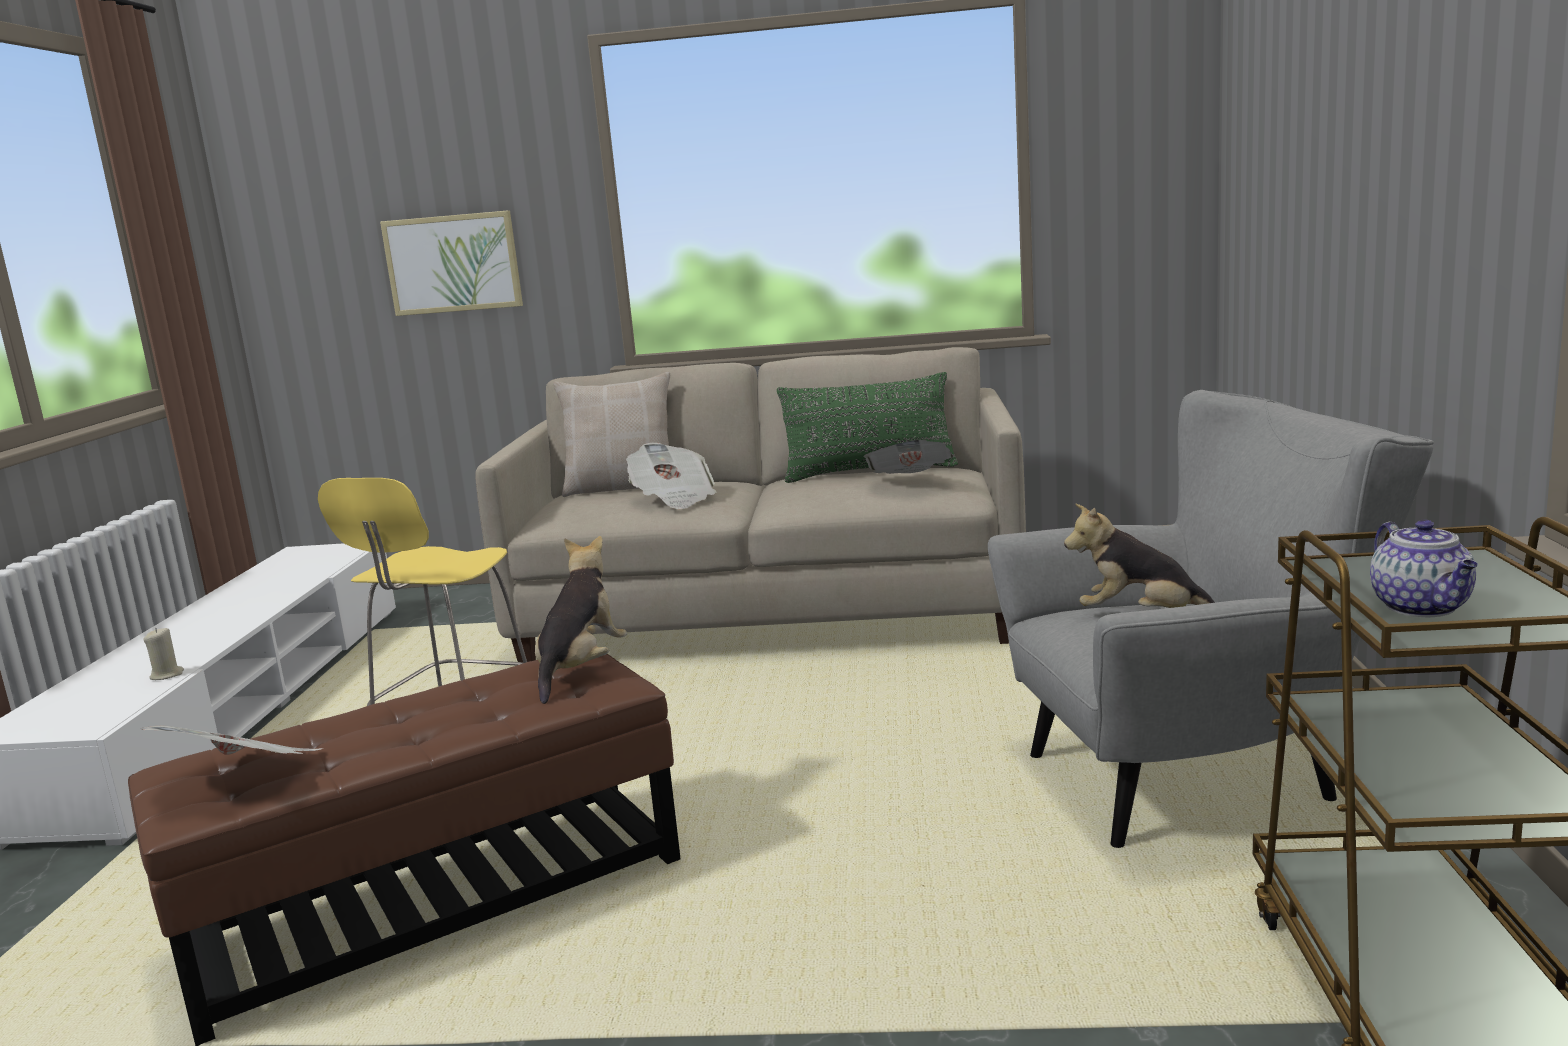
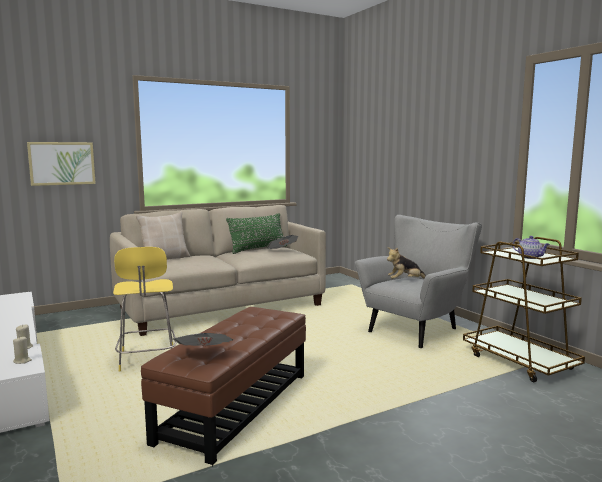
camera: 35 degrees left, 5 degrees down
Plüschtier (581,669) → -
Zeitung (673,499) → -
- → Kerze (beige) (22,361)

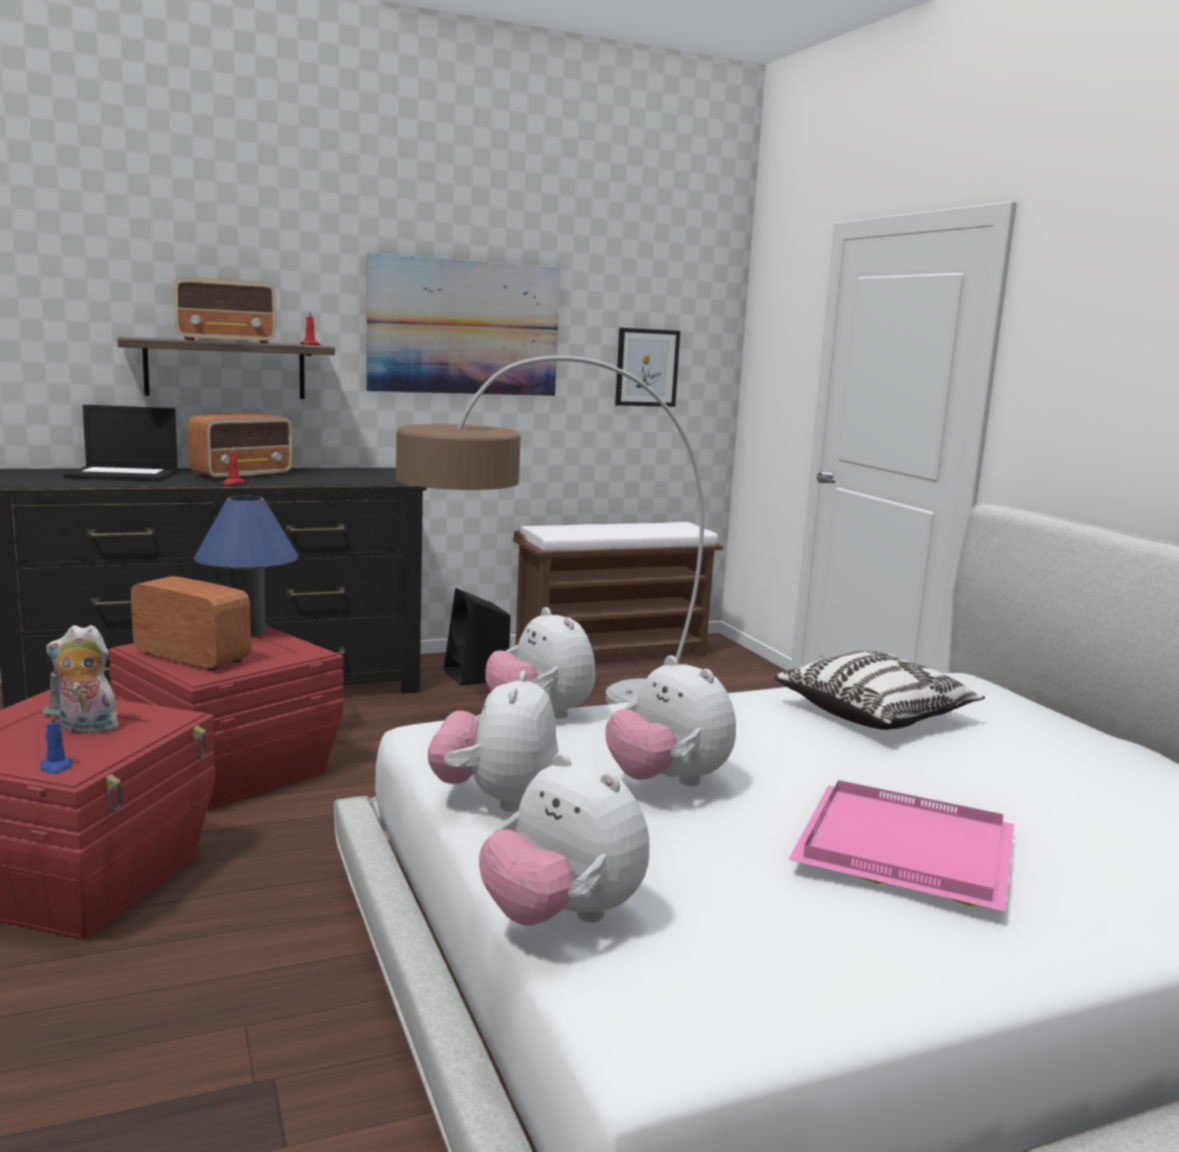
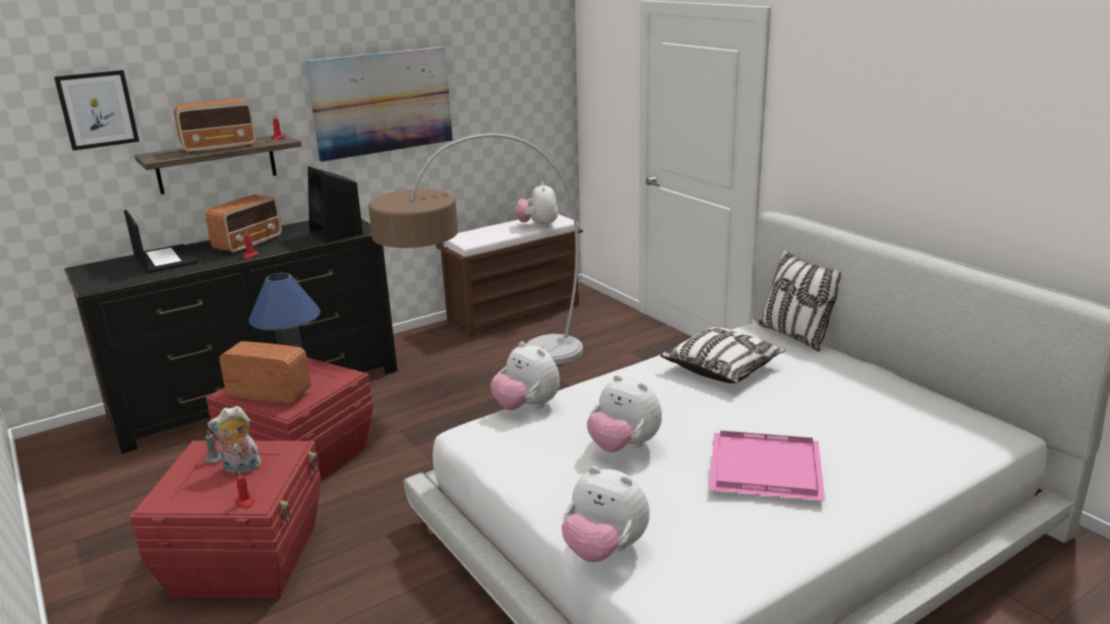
camera: 10 degrees left, 10 degrees up
Kerze (blau) (56,767) → Kerze (rot) (245,502)
Laptop (124,475) → Laptop (164,259), 105 degrees counterclockwise
Plüschtier (496,799) → Plüschtier (538,226), relocated
Lautsprecher (schwarz) (477,675) → Lautsprecher (schwarz) (337,234), relocated
Bild (647,367) → Bild (97,109), relocated
- → Kissen (794,336)

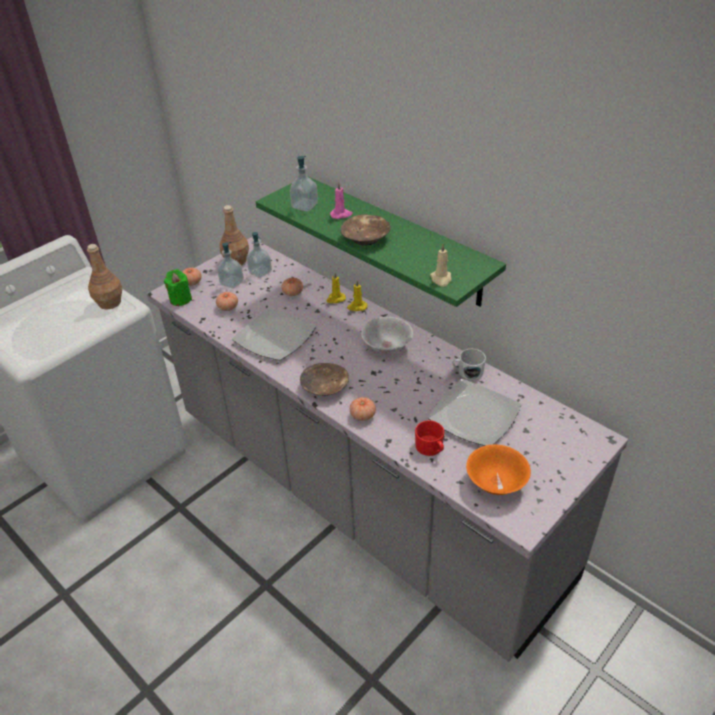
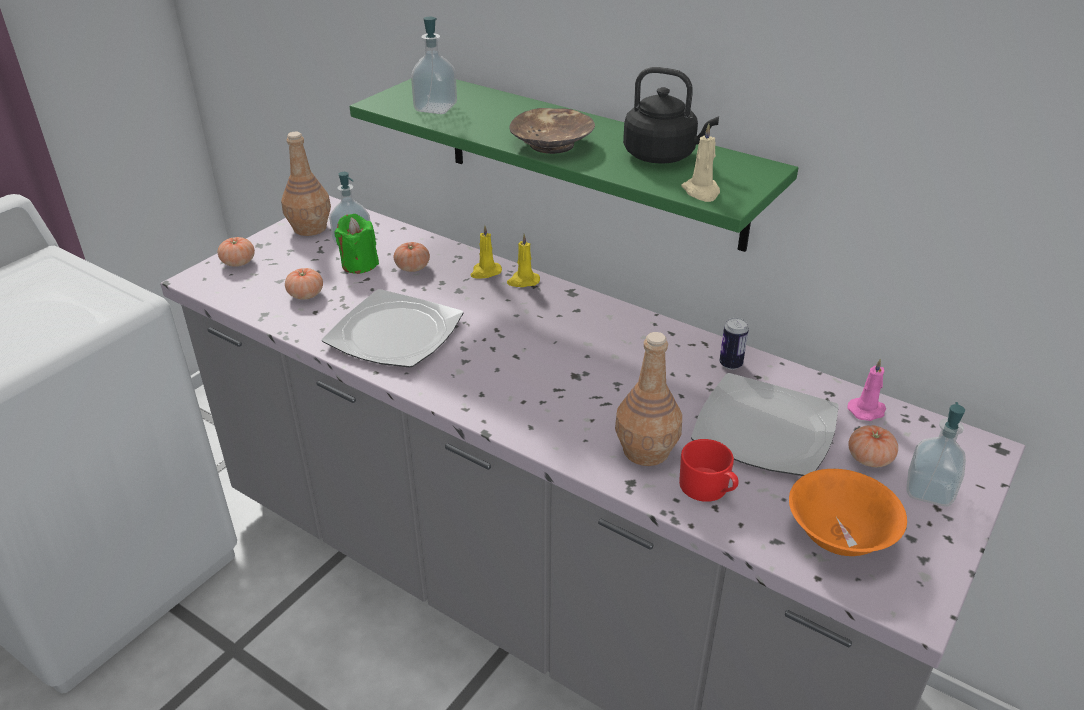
camera: 10 degrees left, 5 degrees down
Flasche (braun) (110,302) → Flasche (braun) (646,450), relocated
Kerze (grün) (180,299) → Kerze (grün) (359,264), relocated
Seifenspender (232,283) → Seifenspender (929,491), relocated
Schüssel (braun) (325,387) → -
Kerze (rosa) (341,215) → Kerze (rosa) (867,410), relocated
Tomate (362,415) → Tomate (869,458), relocated
Schüssel (weiß) (387,347) → -
Henkelbecher (weiß) (467,372) → Dose (730,364)
- → Wasserkessel (schwarz) (663,156)

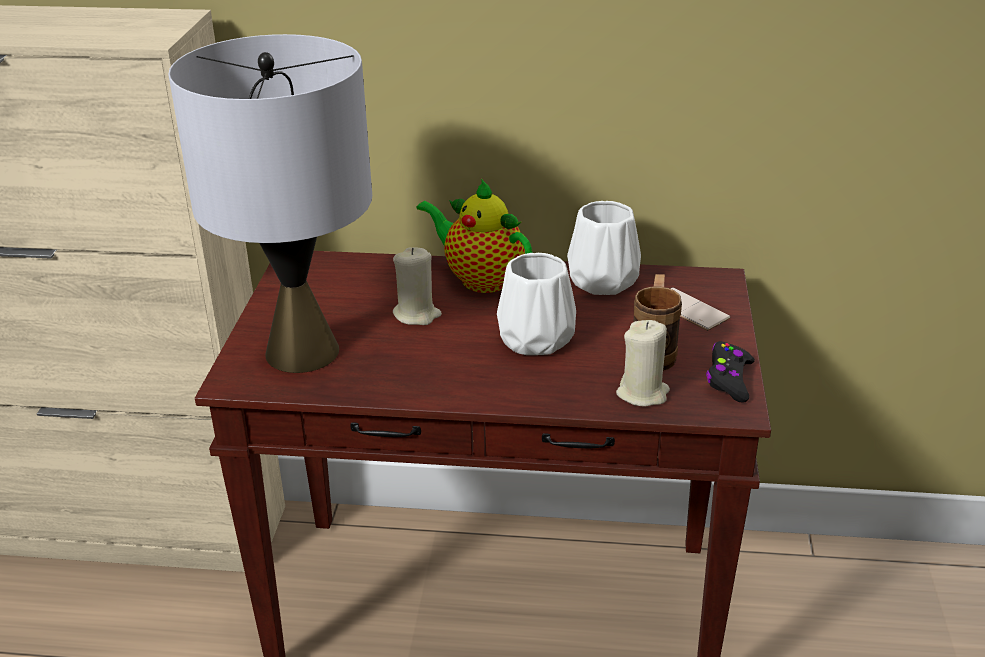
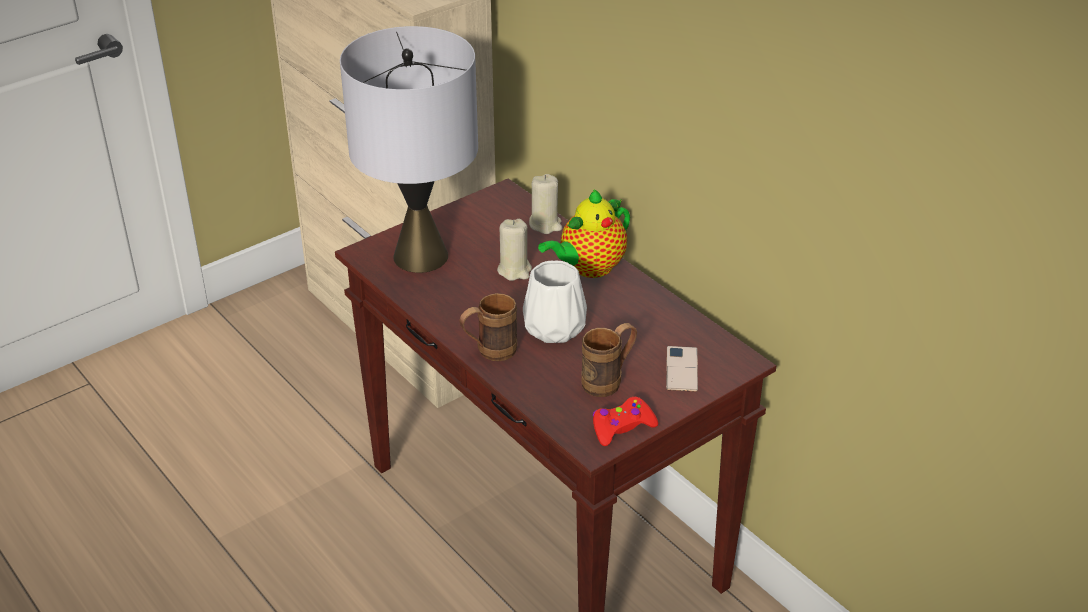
camera: 45 degrees right, 5 degrees up
Teekanne (480,279) → Teekanne (589,268), 120 degrees counterclockwise
Vase (weiß) (601,281) → -
Kerze (beige) (643,393) → Kerze (beige) (545,224), relocated
Gamepad (schwarz) (729,379) → Gamepad (rot) (622,427)
- → Henkelbecher (braun) (489,352)

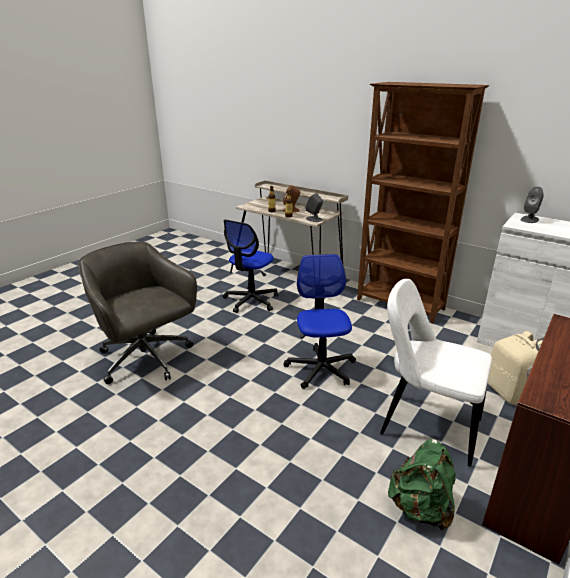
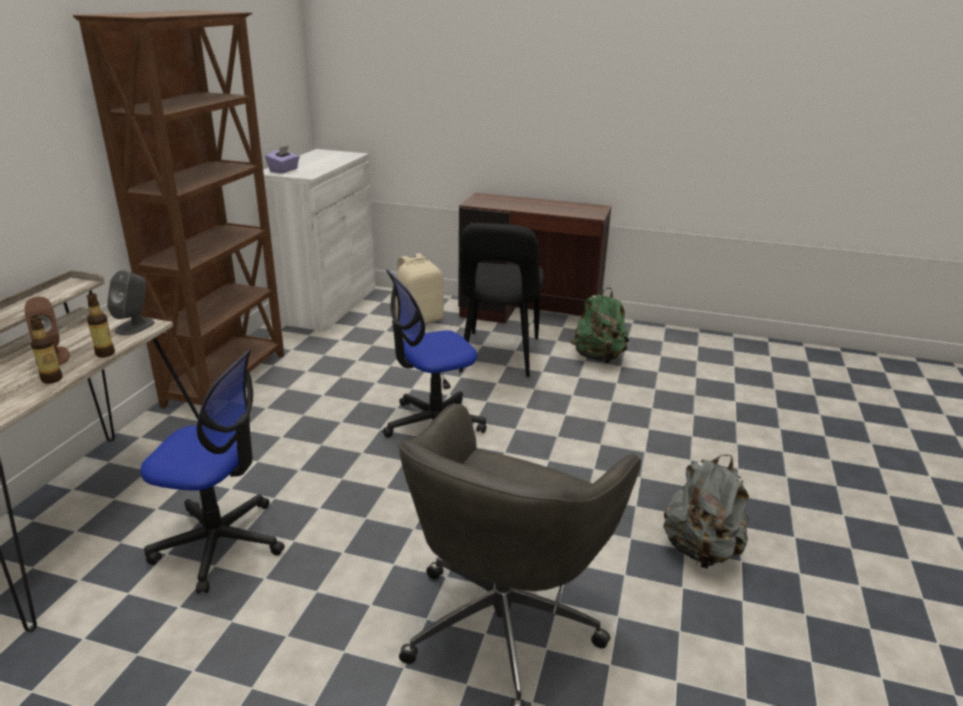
camera: 110 degrees left, 0 degrees up
Stuhl (weiß) (425,426) → Stuhl (schwarz) (498,357)
Lautsprecher (grau) (529,219) → Taschentuchbox (lila) (284,170)
- → Rucksack (grau) (701,550)

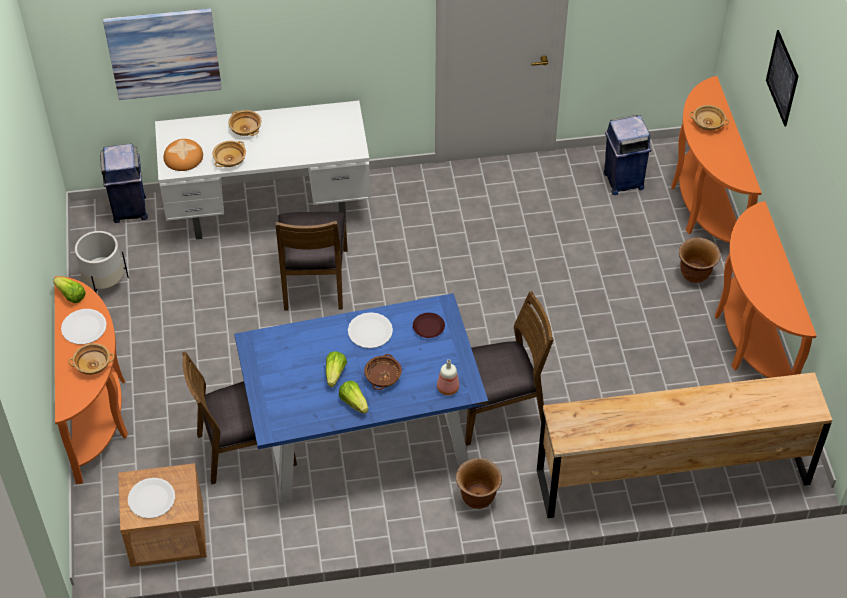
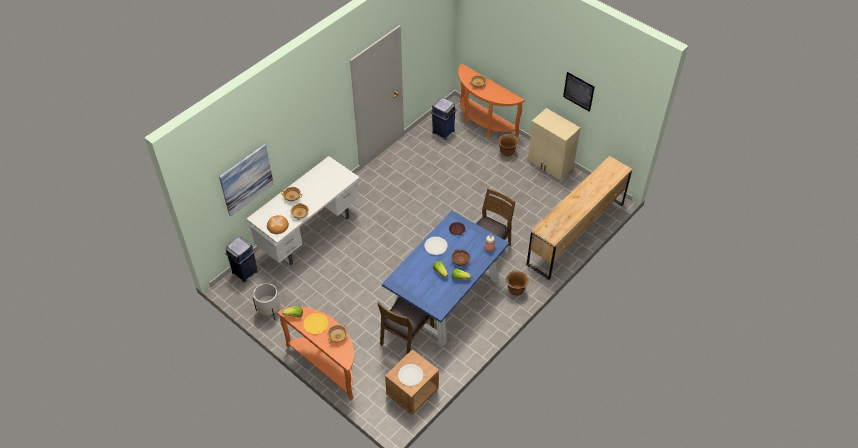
camera: 40 degrees left, 0 degrees up
Teller (weiß) (84,327) → Teller (gelb) (316,324)
Stuhl (braun) (314,279) → -
Konsolentisch (orange) (748,338) → Schrank (beige) (550,164)
Bild (782,78) → Bild (578,91), relocated

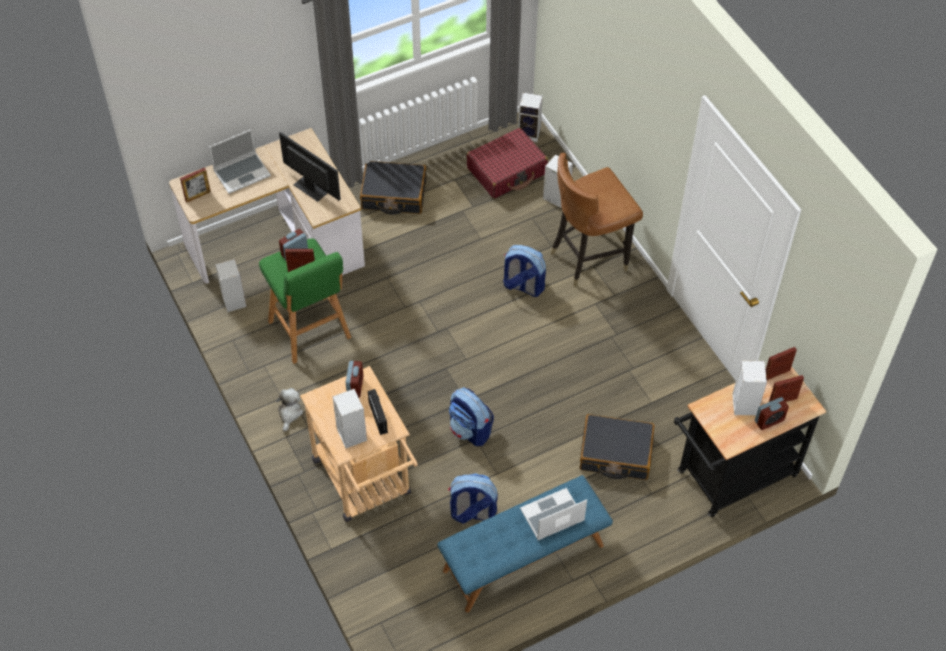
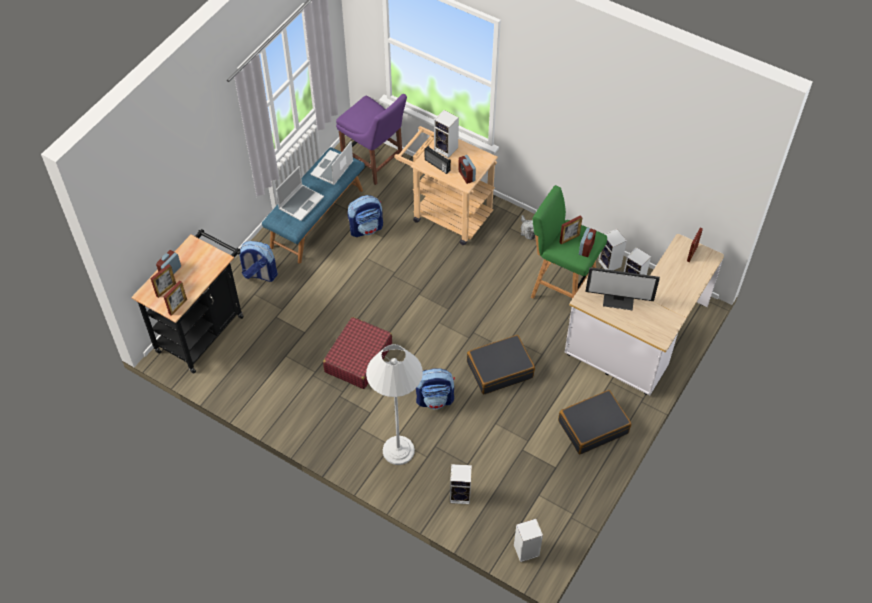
camera: 150 degrees right, 0 degrees up
Laptop (242,173) → Laptop (332,169), relocated
Rucksack (470,430) → Rucksack (259,274), relocated
Koffer (rot) (507,171) → Koffer (rot) (358,358), relocated
Stuhl (braun) (588,258) → Stehlampe (weiß) (398,450)
Koffer (schwarz) (615,453) → Koffer (schwarz) (499,369), relocated
Lautsprecher (743,403) → Lautsprecher (610,264), relocated
- → Stuhl (lila) (374,164)

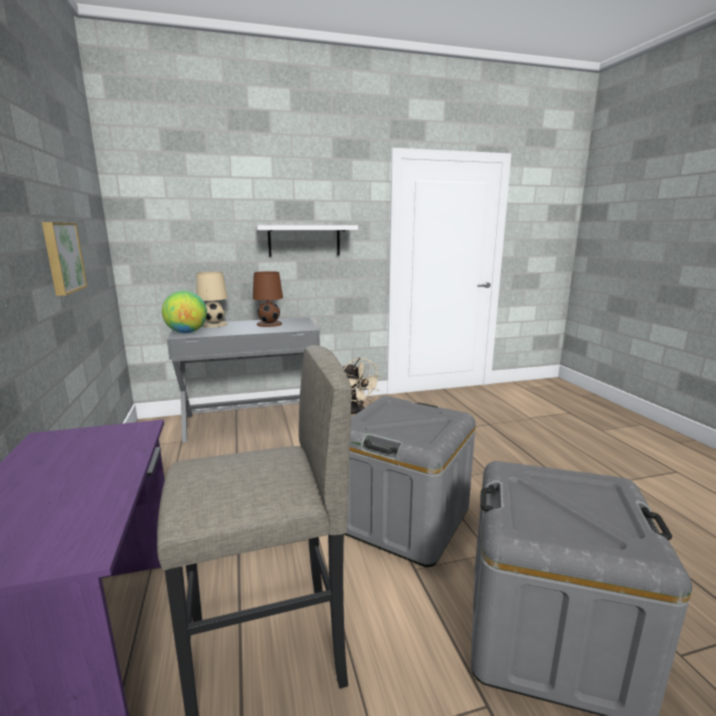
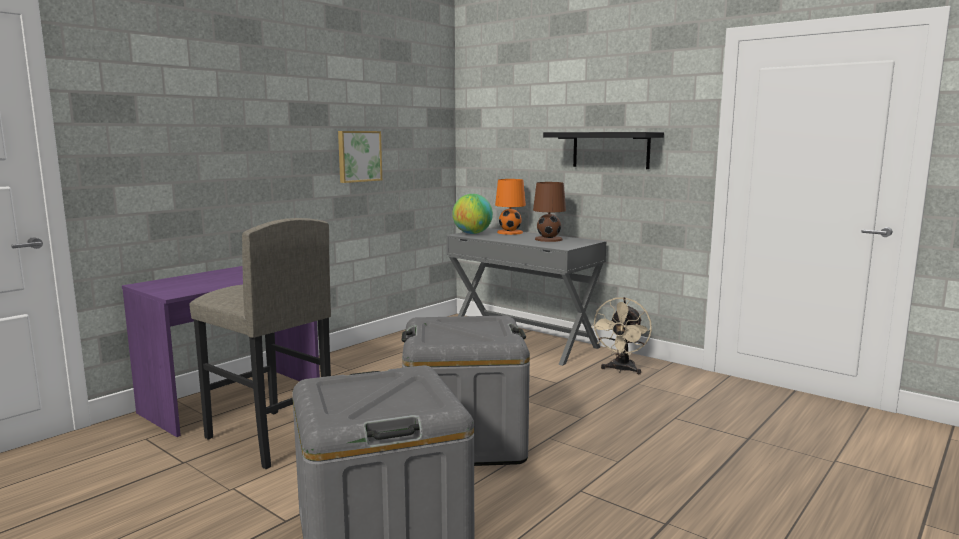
camera: 55 degrees right, 5 degrees down
Tischlampe (beige) (214,324) → Tischlampe (orange) (510,232)
Wandregal (weiß) (304,240) → Wandregal (schwarz) (610,150)

